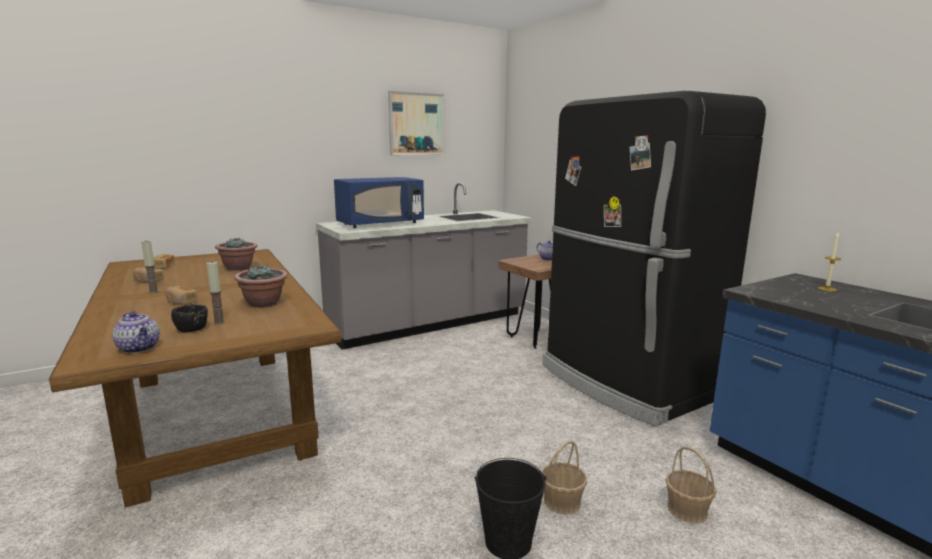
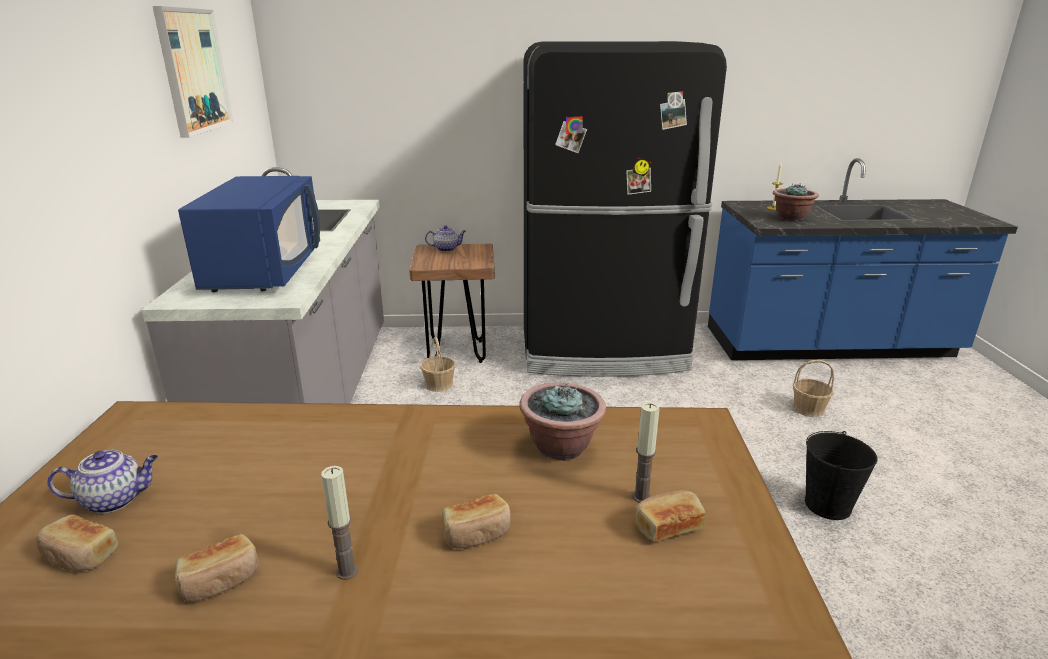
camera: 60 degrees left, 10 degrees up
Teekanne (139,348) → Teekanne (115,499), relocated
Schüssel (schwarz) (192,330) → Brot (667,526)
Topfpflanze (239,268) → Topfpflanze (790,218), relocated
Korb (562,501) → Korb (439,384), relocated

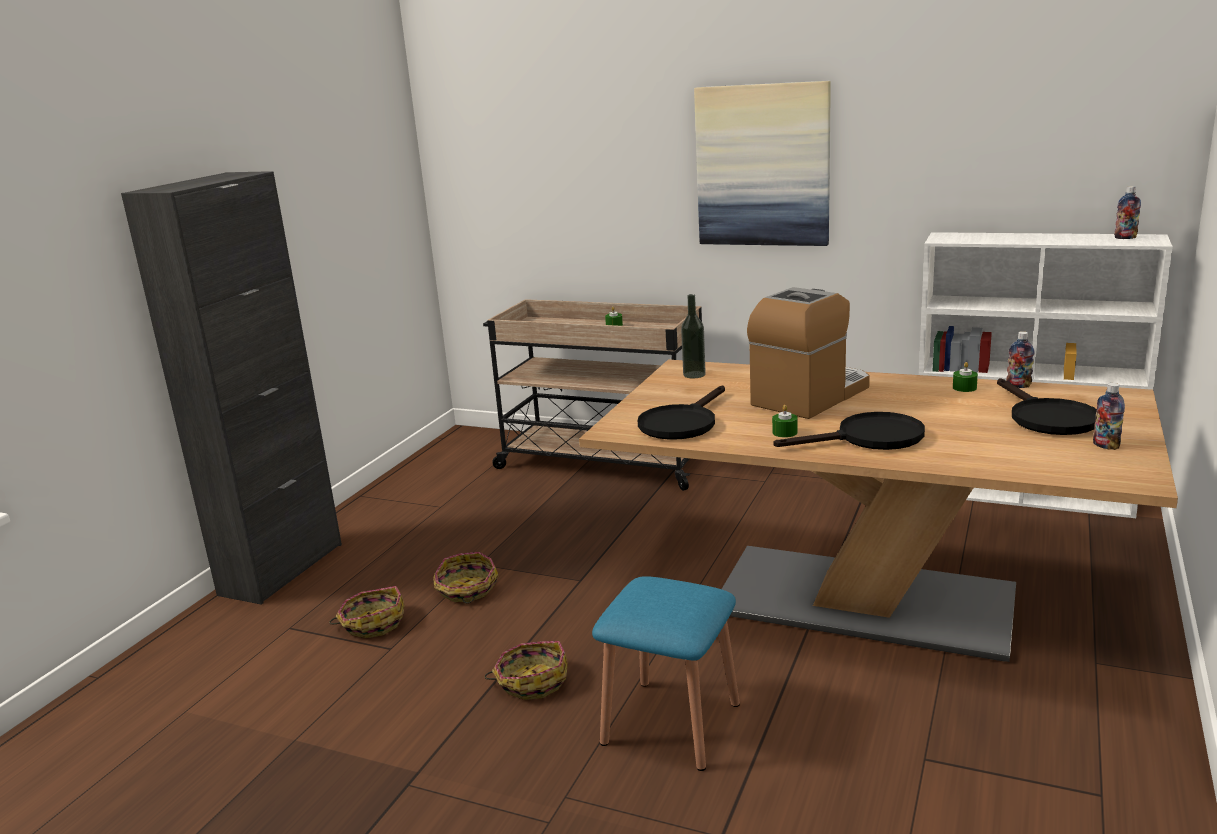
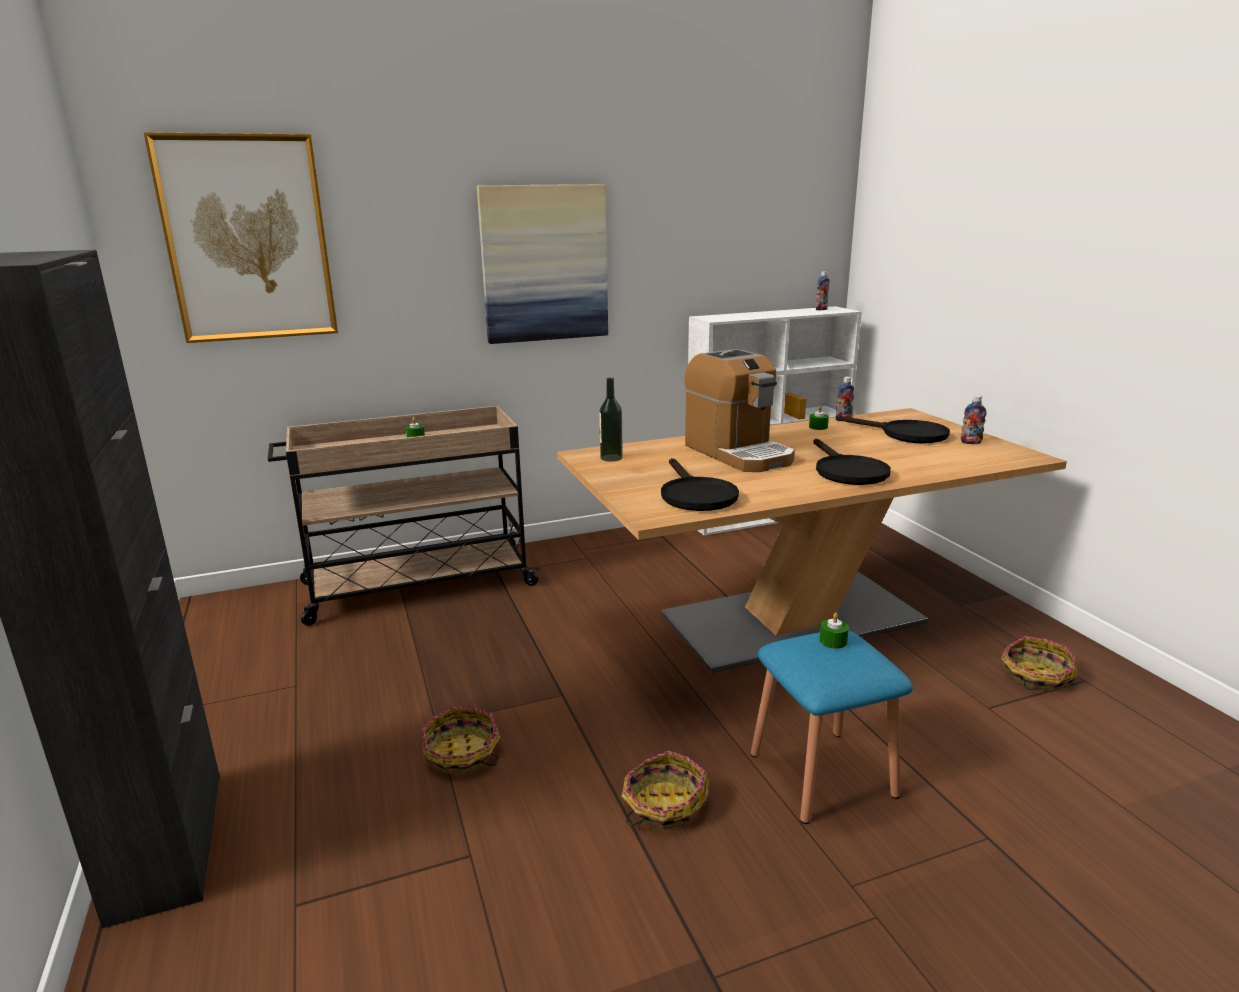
camera: 45 degrees left, 0 degrees up
Korb (372,623) → Korb (1035,676), relocated
Kaffeemaschine (810,396) → Kaffeemaschine (738,453), 150 degrees clockwise
Kerze (grün) (785,432) → Kerze (grün) (833,641), relocated
Pfanne (schwarz) (869,438) → Pfanne (schwarz) (846,471), 135 degrees clockwise
- → Bild (248,239)

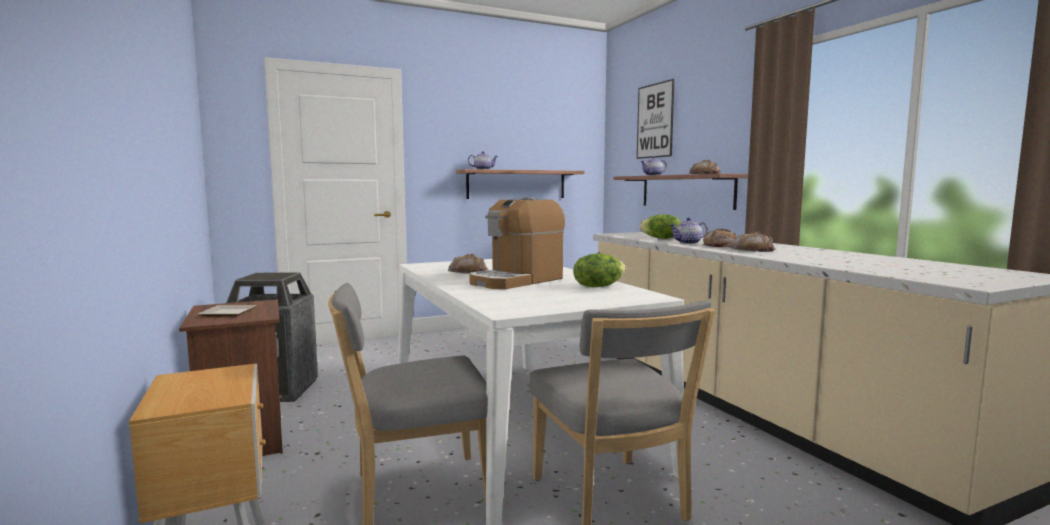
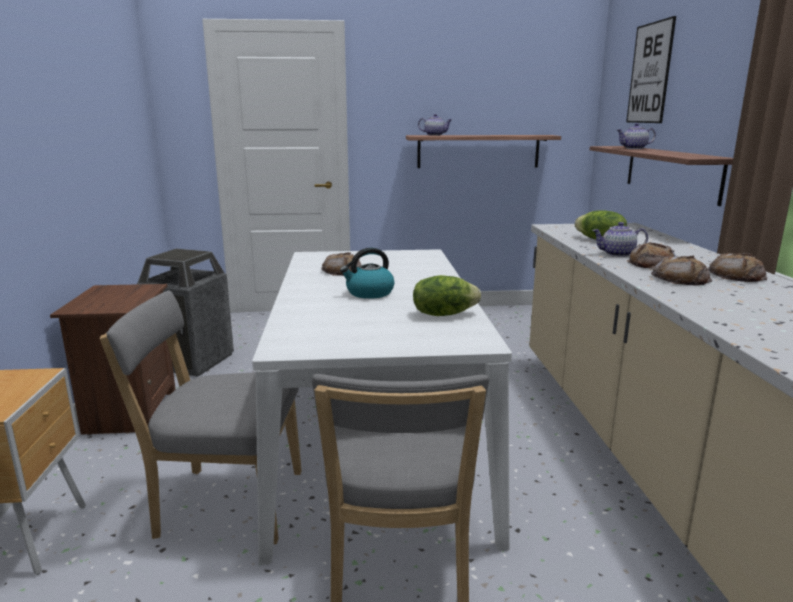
camera: 20 degrees right, 10 degrees up
Teller (226,313) → -
Kaffeemaschine (516,280) → Wasserkessel (369,293)
Brot (704,174) → Brot (736,275), relocated

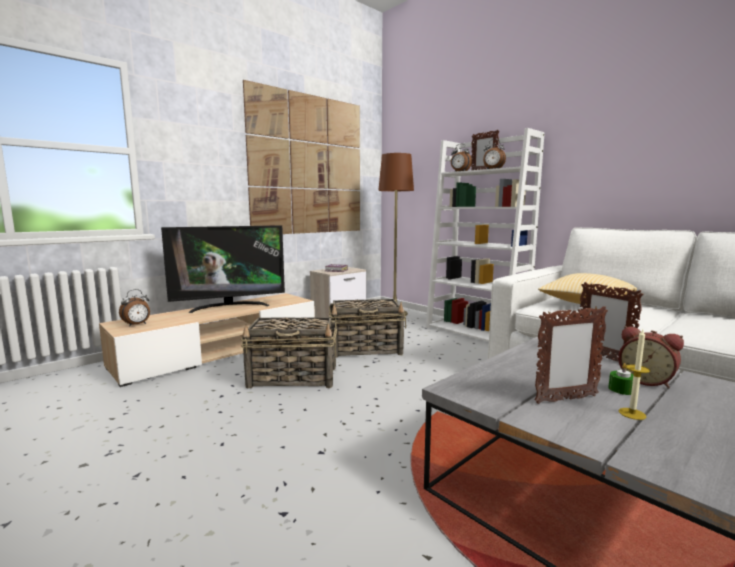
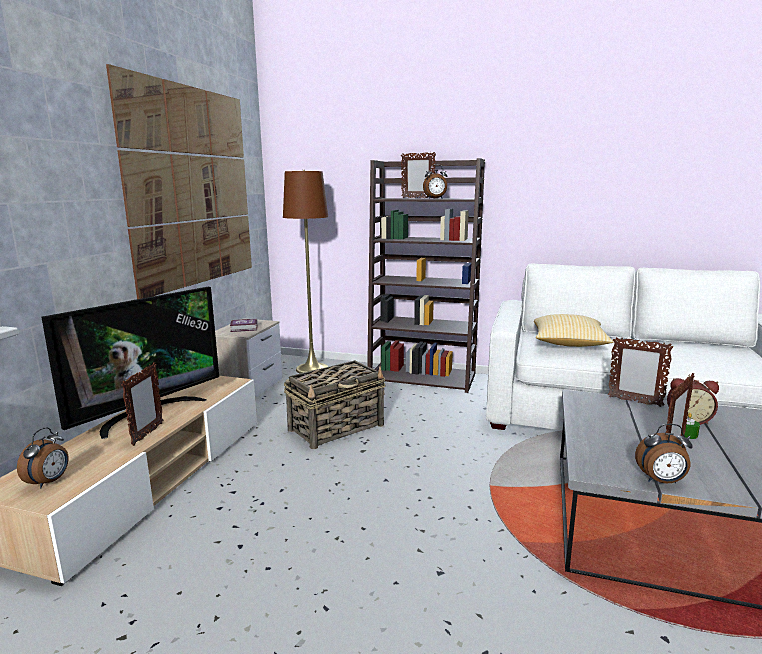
camera: 30 degrees left, 5 degrees up
Korb (294,377) → -
Bücherregal (weiß) (476,332) → Bücherregal (braun) (423,377)
Wecker (459,172) → Wecker (661,481), relocated
Kerze (632,413) → -
- → Bilderrahmen (147,434)

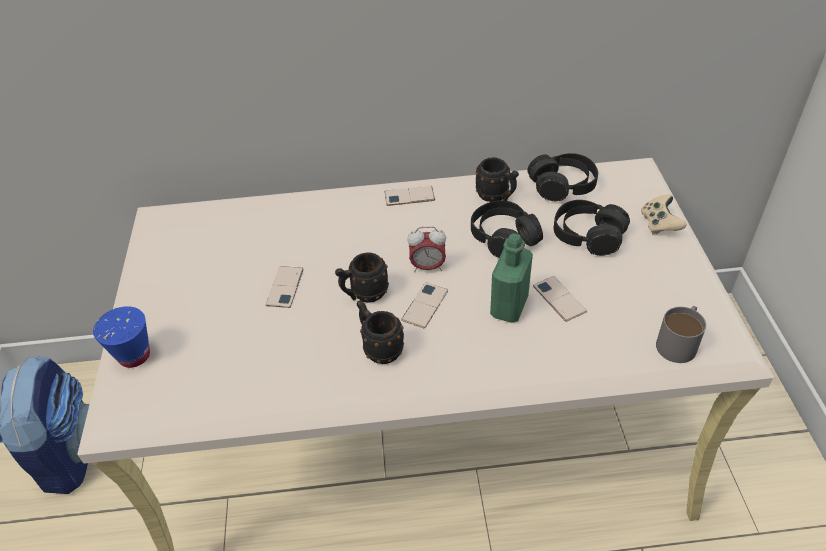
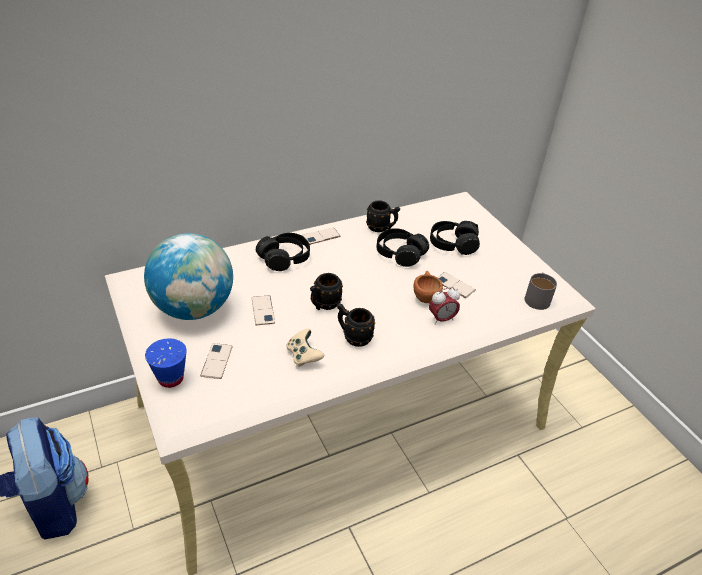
camera: 25 degrees left, 5 degrees down
Handy (425,305) → Handy (216,361), relocated
Wecker (427,267) → Wecker (441,319), relocated
Flasche (grün) (509,306) → Tasse (braun) (425,295)
Kopfhörer (schwarz) (562,186) → Kopfhörer (schwarz) (284,258), relocated
Gamepad (beige) (659,224) → Gamepad (beige) (303,356), relocated
- → Globus (194,308)

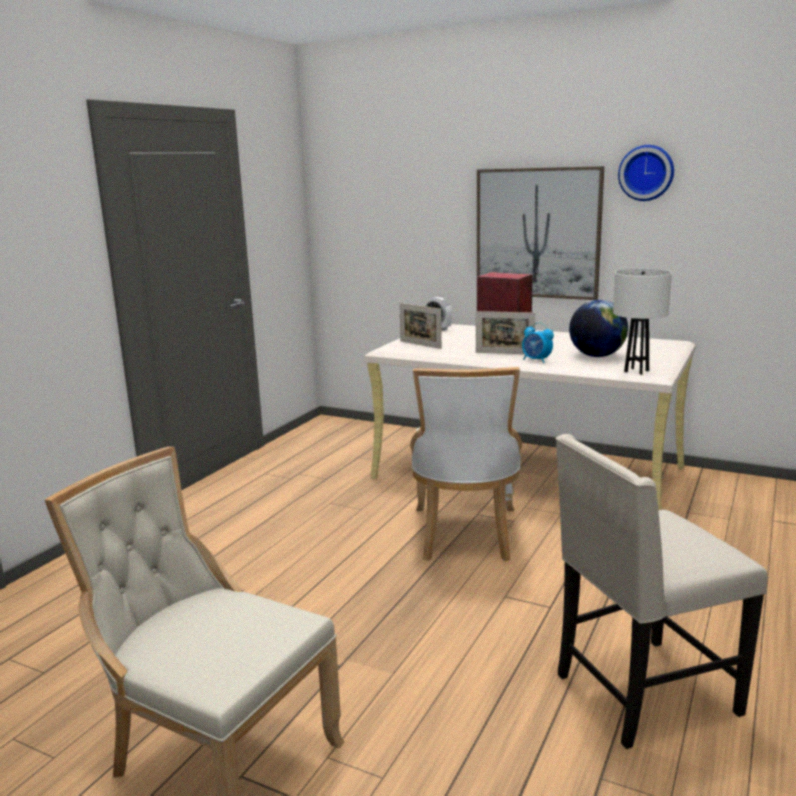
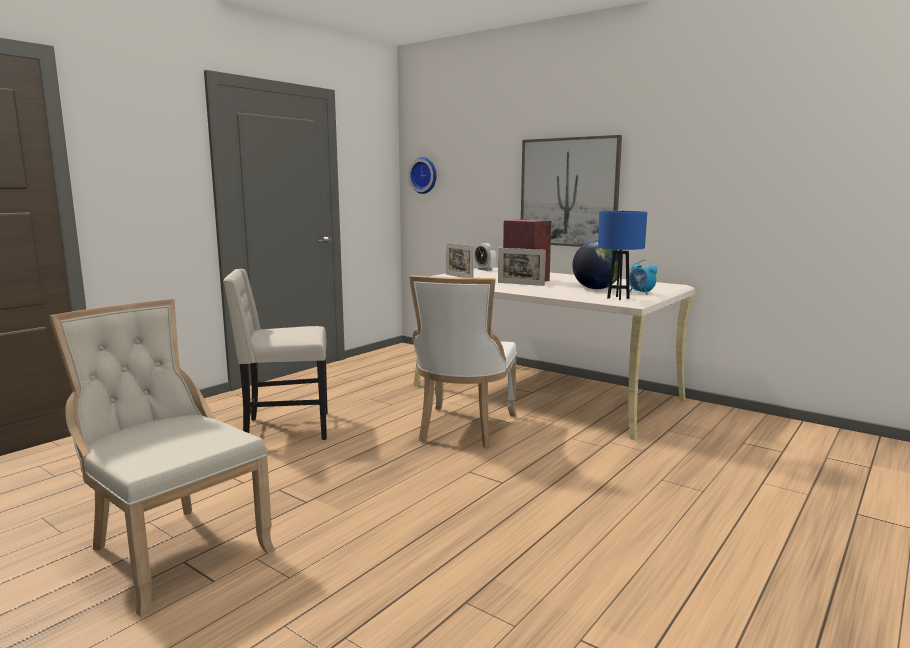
camera: 10 degrees right, 5 degrees down
Wecker (536,360) → Wecker (641,293), relocated
Stuhl (beige) (641,694) → Stuhl (beige) (285,428), relocated
Tischlampe (weiß) (636,371) → Tischlampe (blau) (618,298)
Wanduhr (646,173) → Wanduhr (424,175), relocated

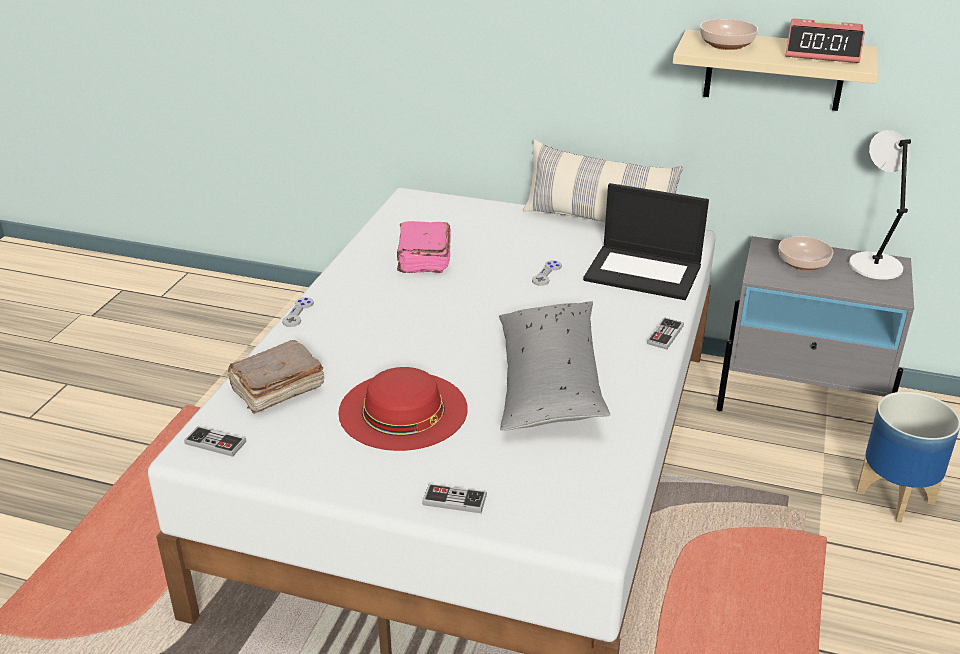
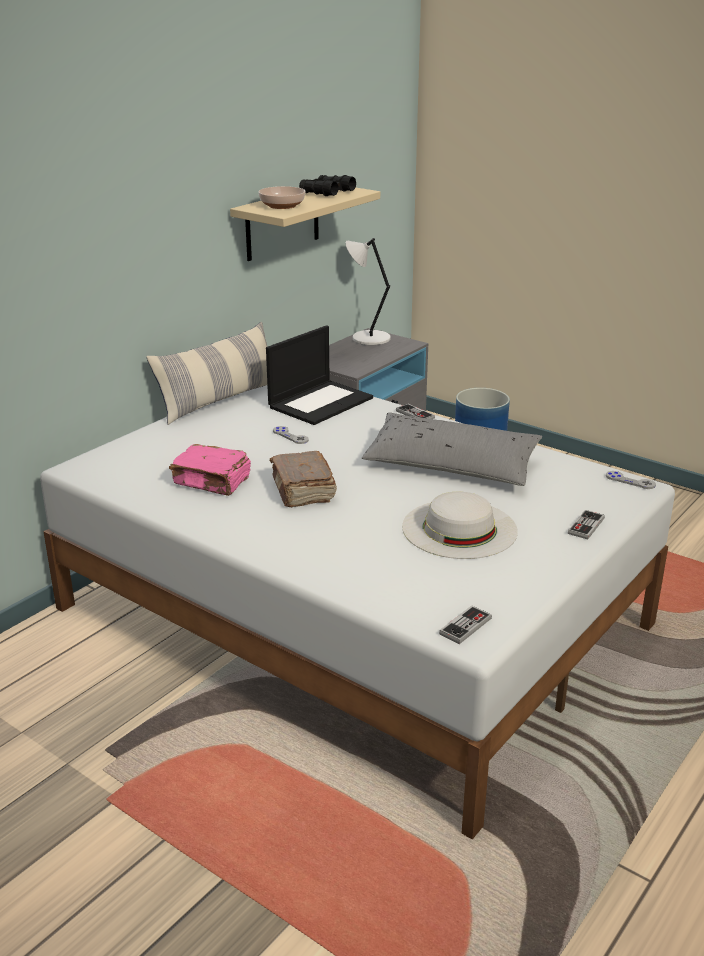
camera: 70 degrees left, 5 degrees down
Buch (braun) (276,389) → Buch (braun) (302,491), relocated
Gamepad (grau) (298,313) → Gamepad (grau) (630,481), relocated
Hut (rot) (403,410) → Hut (weiß) (459,528)
Schüssel (804,263) → -
Wecker (823,52) → Fernglas (schwarz) (327,192)

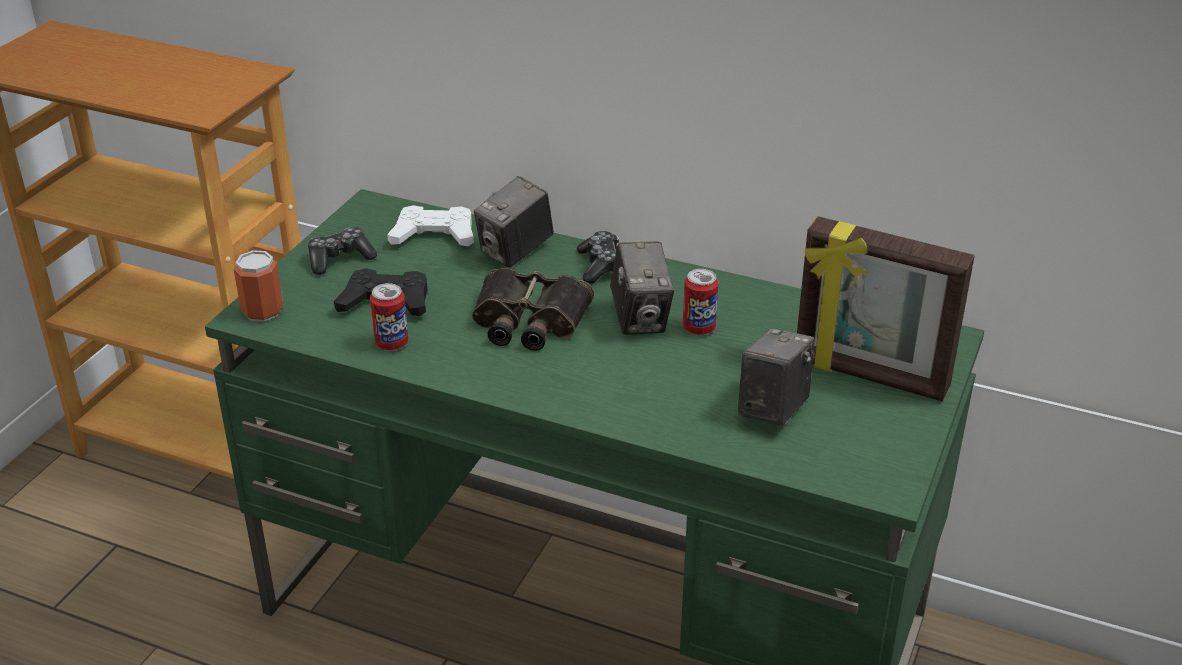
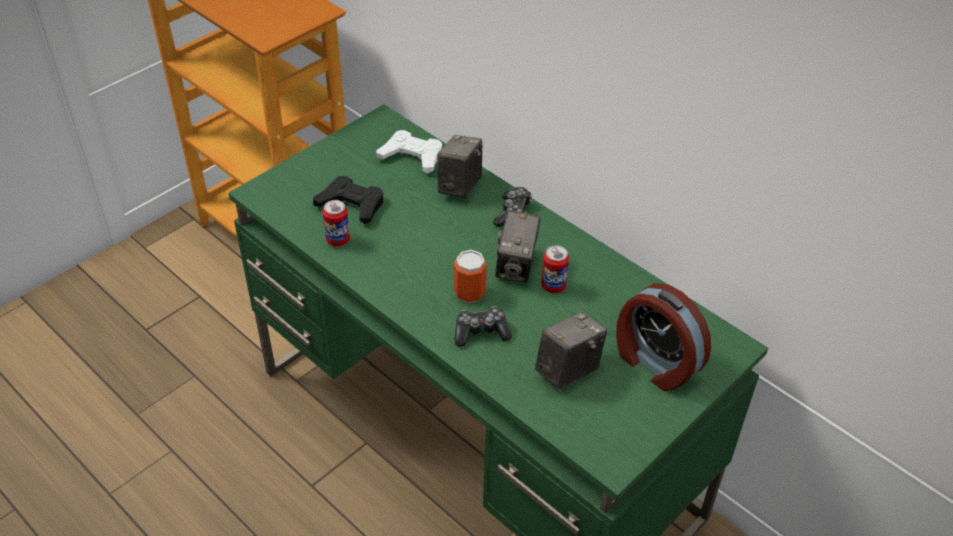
camera: 20 degrees right, 10 degrees up
Dose (262,311) → Dose (469,293), relocated
Gamepad (339,259) → Gamepad (481,332), relocated
Fernglas (528,321) → -
Kamera (515,252) → Kamera (460,186), 135 degrees clockwise
Bilderrahmen (869,376) → Wecker (655,363)

